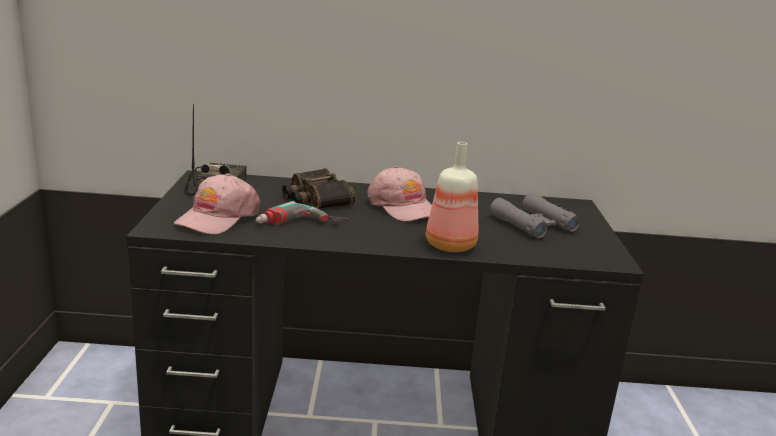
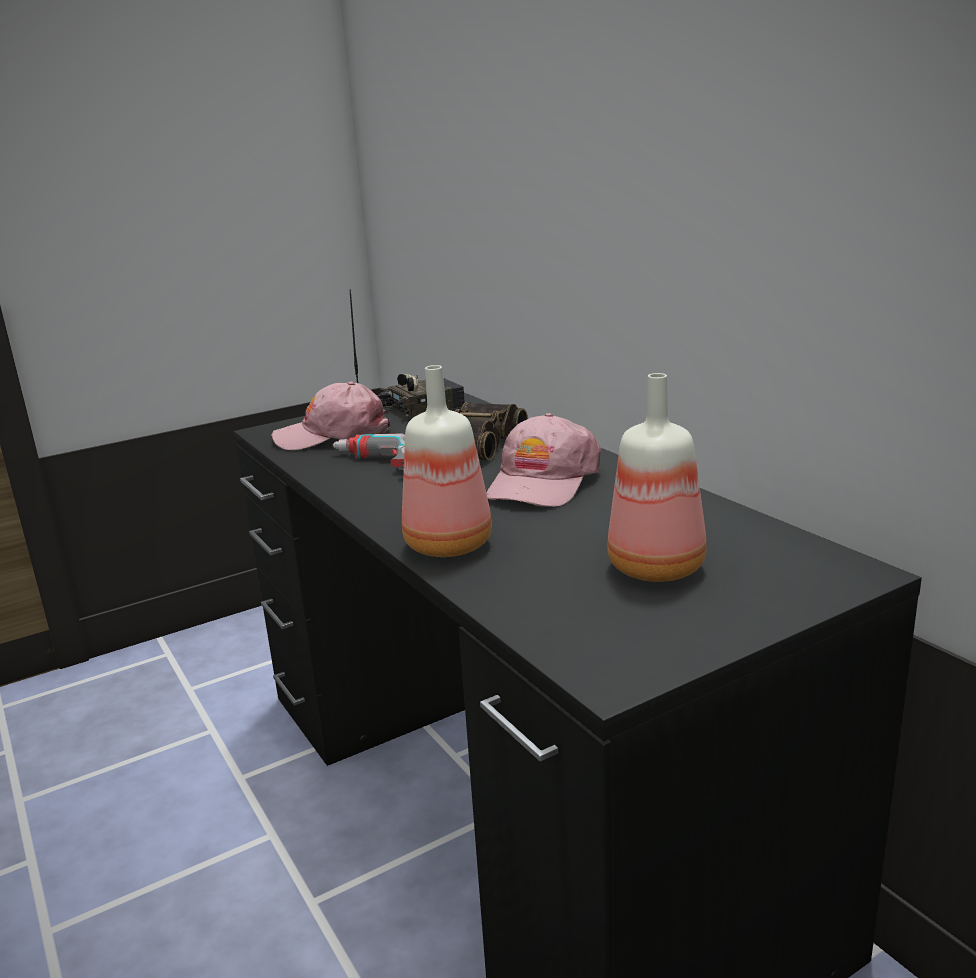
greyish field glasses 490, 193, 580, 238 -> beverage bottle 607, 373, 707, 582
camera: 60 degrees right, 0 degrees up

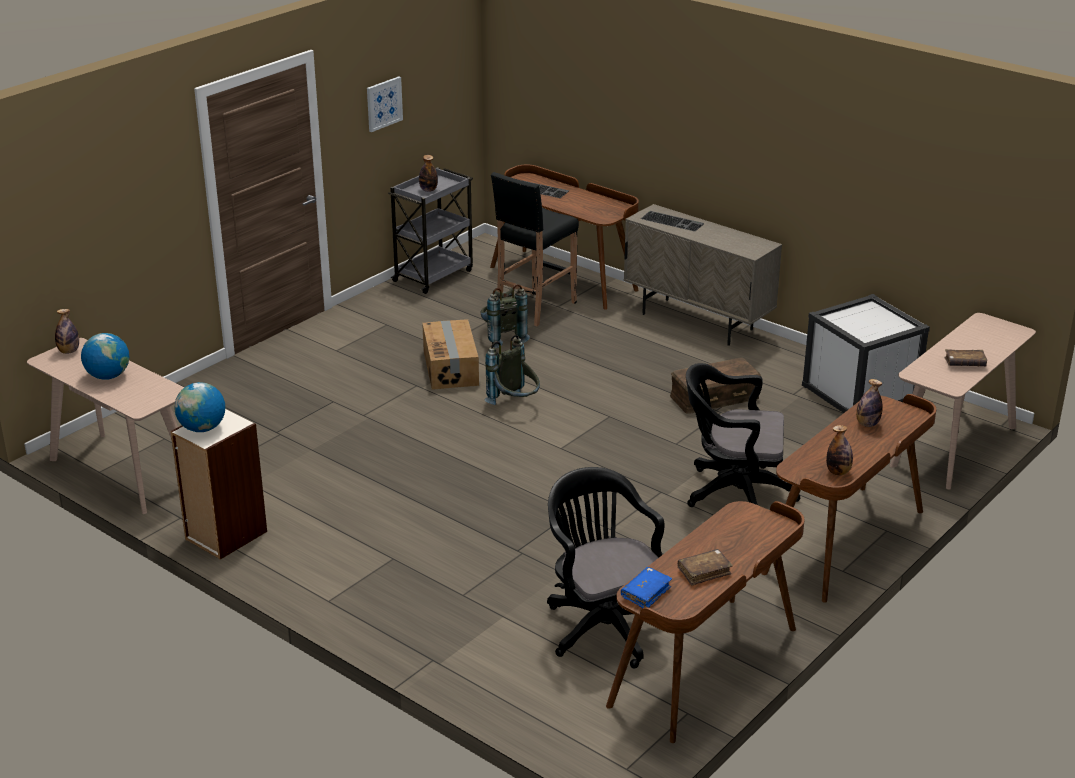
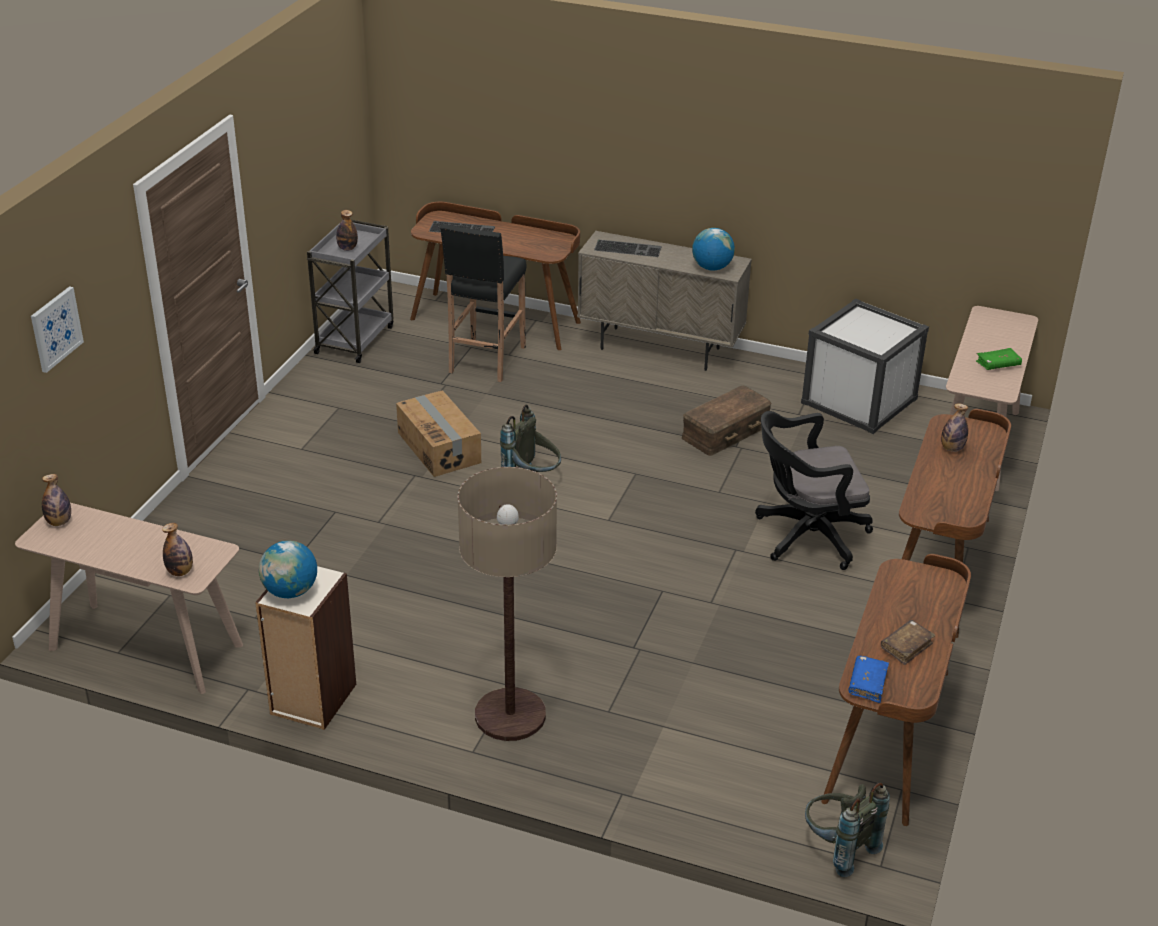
black computer chair 547, 467, 665, 669 -> none
none -> standard lamp 458, 467, 557, 741
world globe 81, 333, 129, 379 -> world globe 692, 228, 735, 271, moved
wall art 367, 76, 403, 132 -> wall art 31, 286, 84, 373, moved
greyish backpack 481, 284, 530, 348 -> greyish backpack 805, 782, 889, 877, moved
beverage bottle 826, 425, 853, 475 -> beverage bottle 162, 523, 193, 576, moved
brown bound book 944, 349, 987, 366 -> green-coloured bound book 976, 348, 1022, 370
camera: 20 degrees left, 5 degrees up

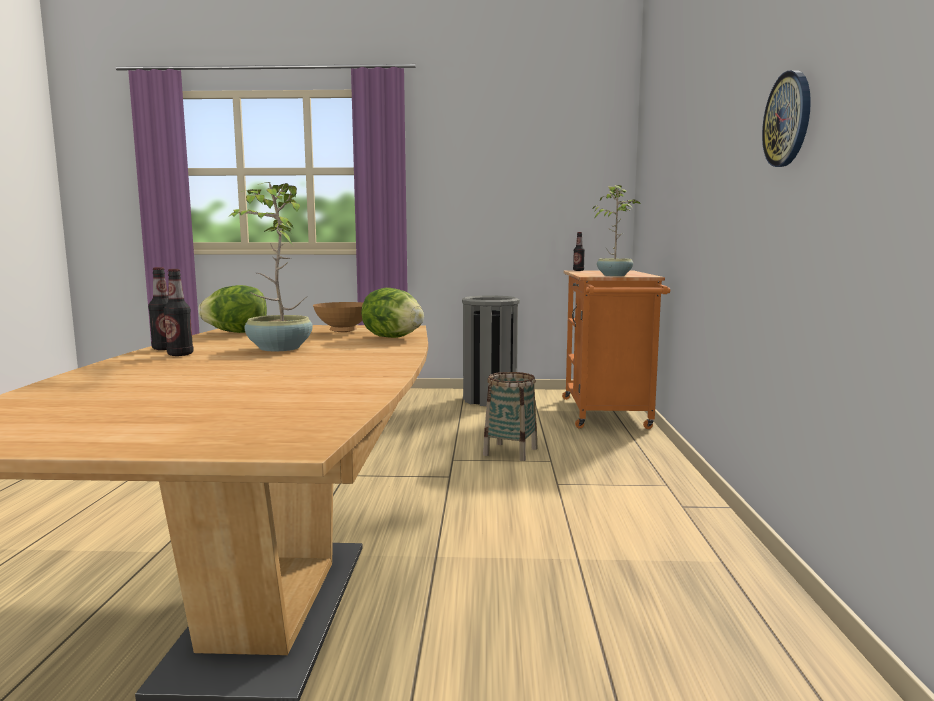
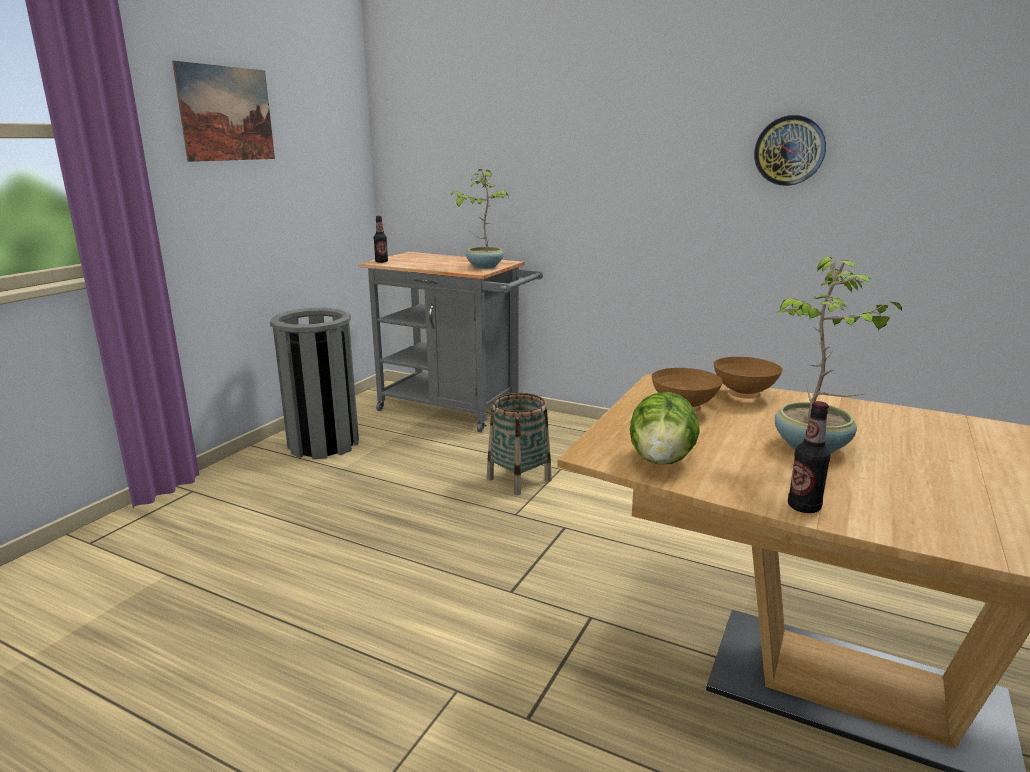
beverage bottle 163, 269, 193, 356 -> none
none -> wall art 172, 61, 275, 162
lettuce 361, 288, 424, 338 -> brown deep dish 713, 357, 783, 399
orange trolley 562, 270, 670, 429 -> greyish trolley 359, 252, 543, 432
camera: 65 degrees left, 10 degrees up

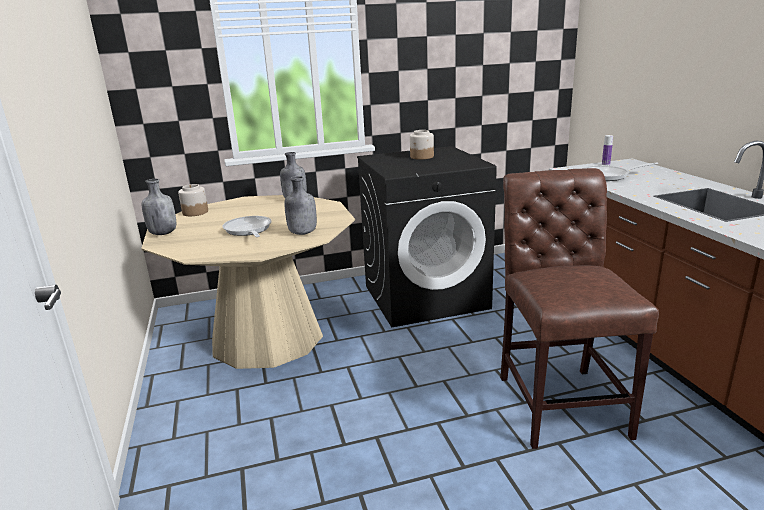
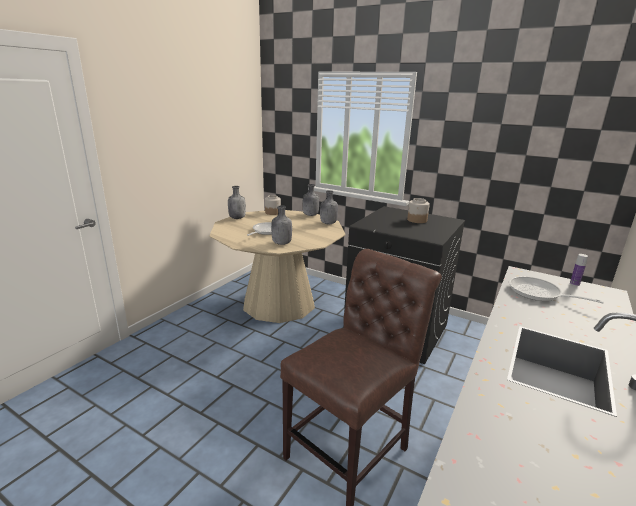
none -> greyish beverage bottle 303, 184, 319, 216
camera: 45 degrees right, 0 degrees up

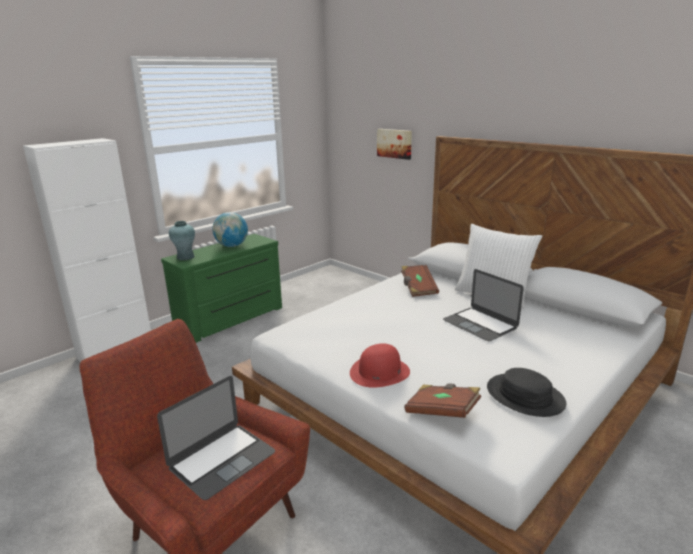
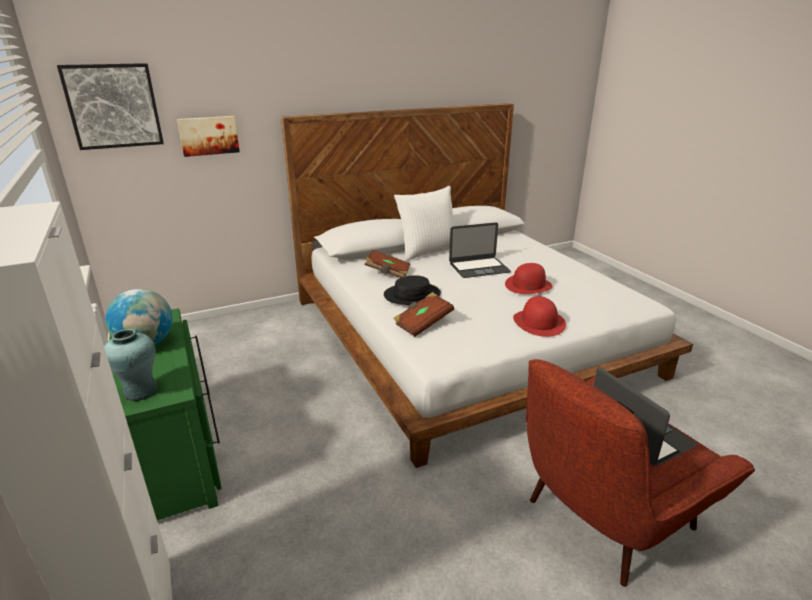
none -> wall art 57, 63, 164, 150
none -> red clothing hat 505, 263, 553, 294
brown bound book 404, 384, 481, 418 -> brown bound book 393, 292, 454, 337, moved
black clothing hat 487, 368, 566, 417 -> black clothing hat 384, 276, 441, 305, moved
camera: 70 degrees left, 5 degrees up

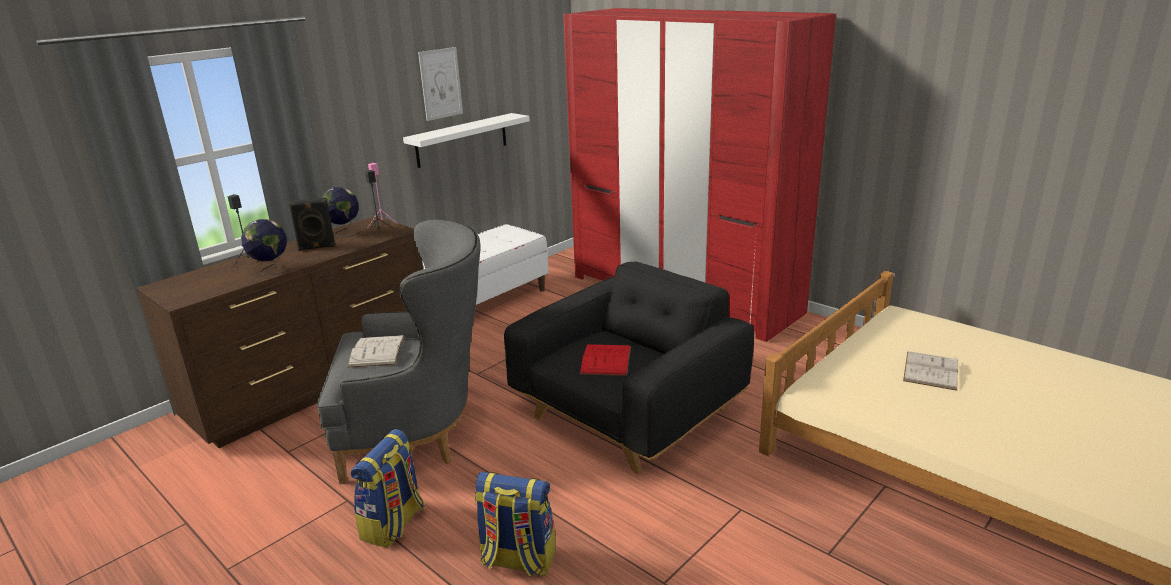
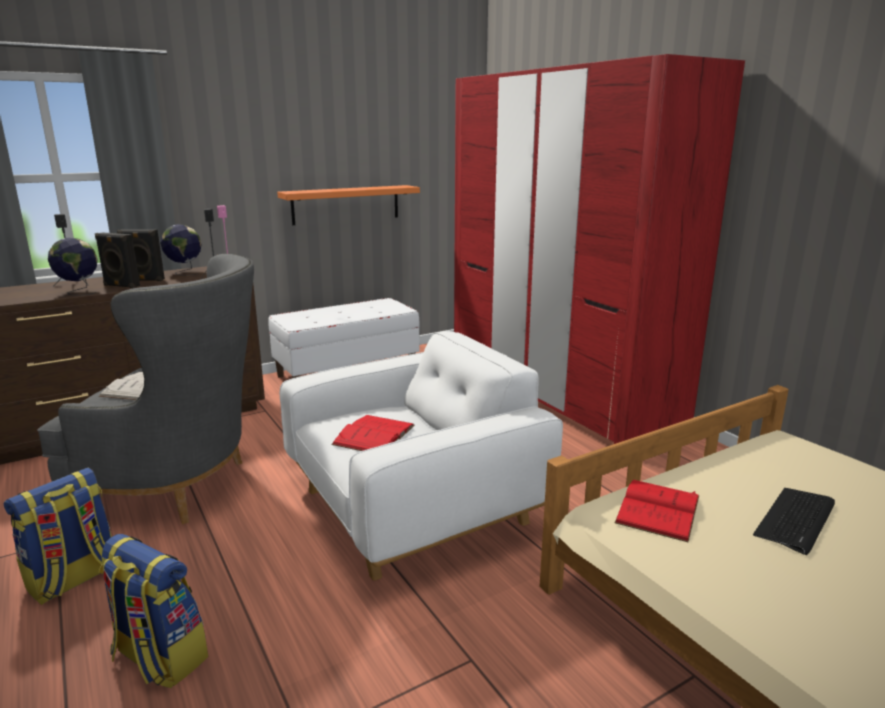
wall art 418, 47, 463, 121 -> none
none -> black loudspeaker 95, 232, 140, 288
none -> red bound book 615, 480, 699, 542
white bound book 903, 351, 958, 391 -> computer keyboard 753, 488, 835, 555
white bracket shelf 403, 113, 530, 168 -> orange bracket shelf 277, 185, 420, 225
black armchair 504, 261, 754, 474 -> white armchair 280, 331, 563, 581
camera: 15 degrees right, 5 degrees down

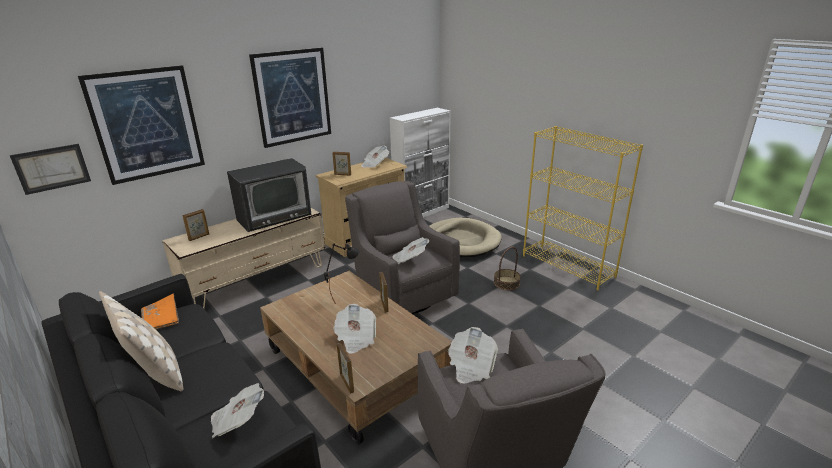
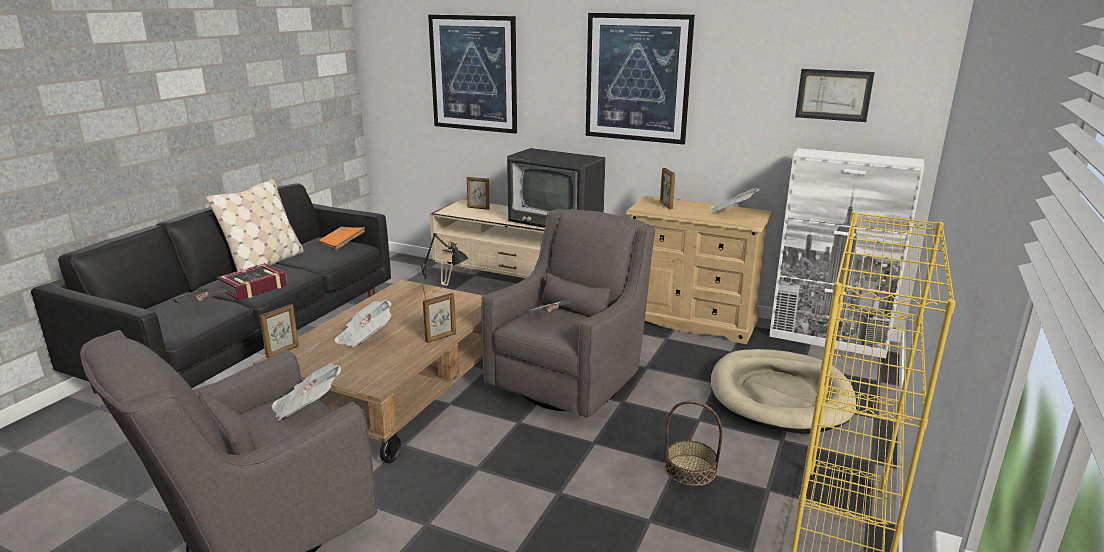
none -> bound book 216, 263, 287, 300
wall art 10, 144, 91, 195 -> wall art 795, 69, 875, 122, moved
camera: 65 degrees right, 5 degrees down

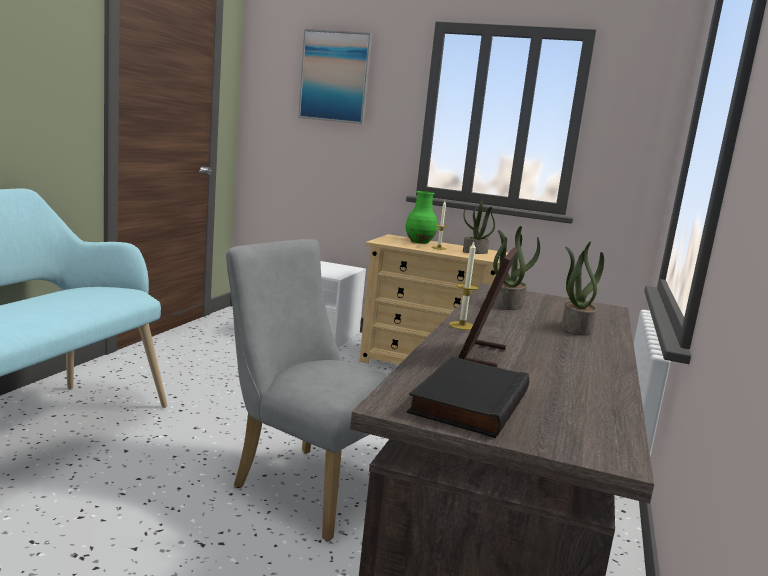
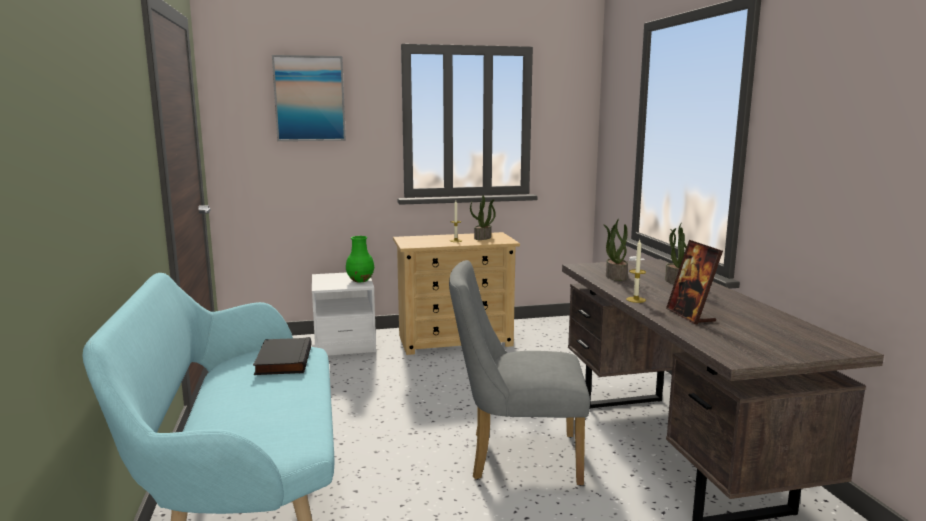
green-coloured vase 405, 191, 437, 244 -> green-coloured vase 346, 236, 374, 282, moved
black bound book 407, 357, 529, 438 -> black bound book 253, 337, 312, 375, moved
camera: 30 degrees left, 0 degrees up

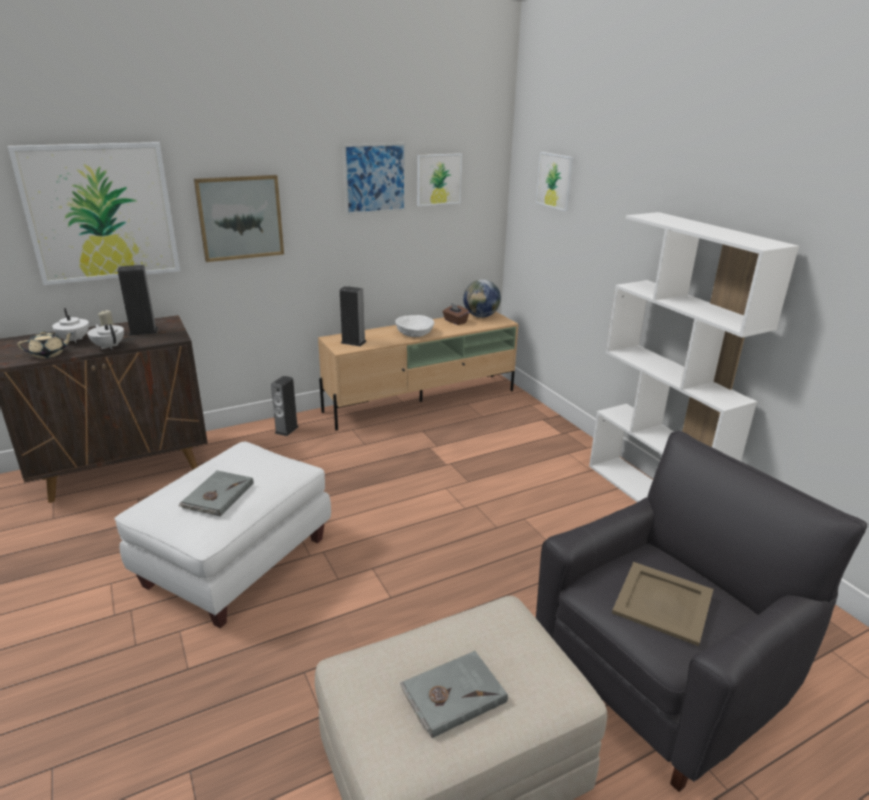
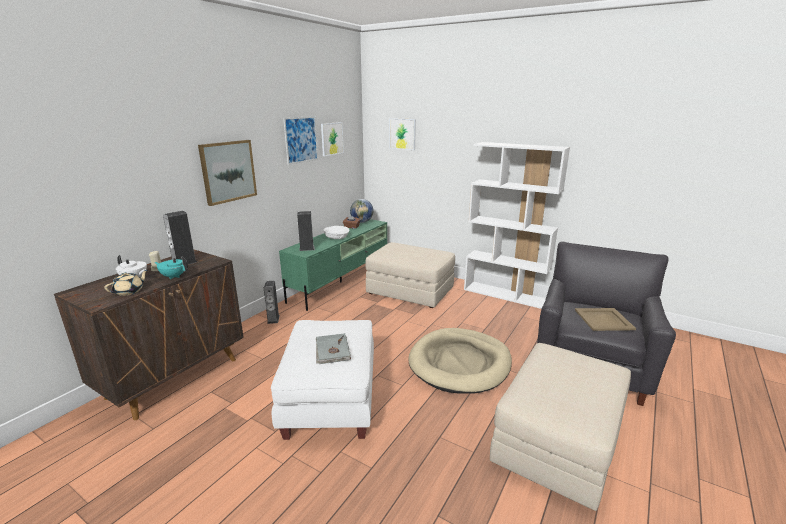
wall art 8, 142, 180, 285 -> none
greyish bound book 400, 651, 508, 738 -> none
none -> beige-coloured footrest 365, 242, 455, 308
none -> beige-coloured dog bed 409, 328, 512, 394
white tea pot 87, 324, 124, 349 -> turquoise tea pot 154, 256, 188, 279
beige-coloured media console 318, 312, 518, 431 -> green-coloured media console 279, 219, 387, 311
camera: 30 degrees left, 5 degrees down

